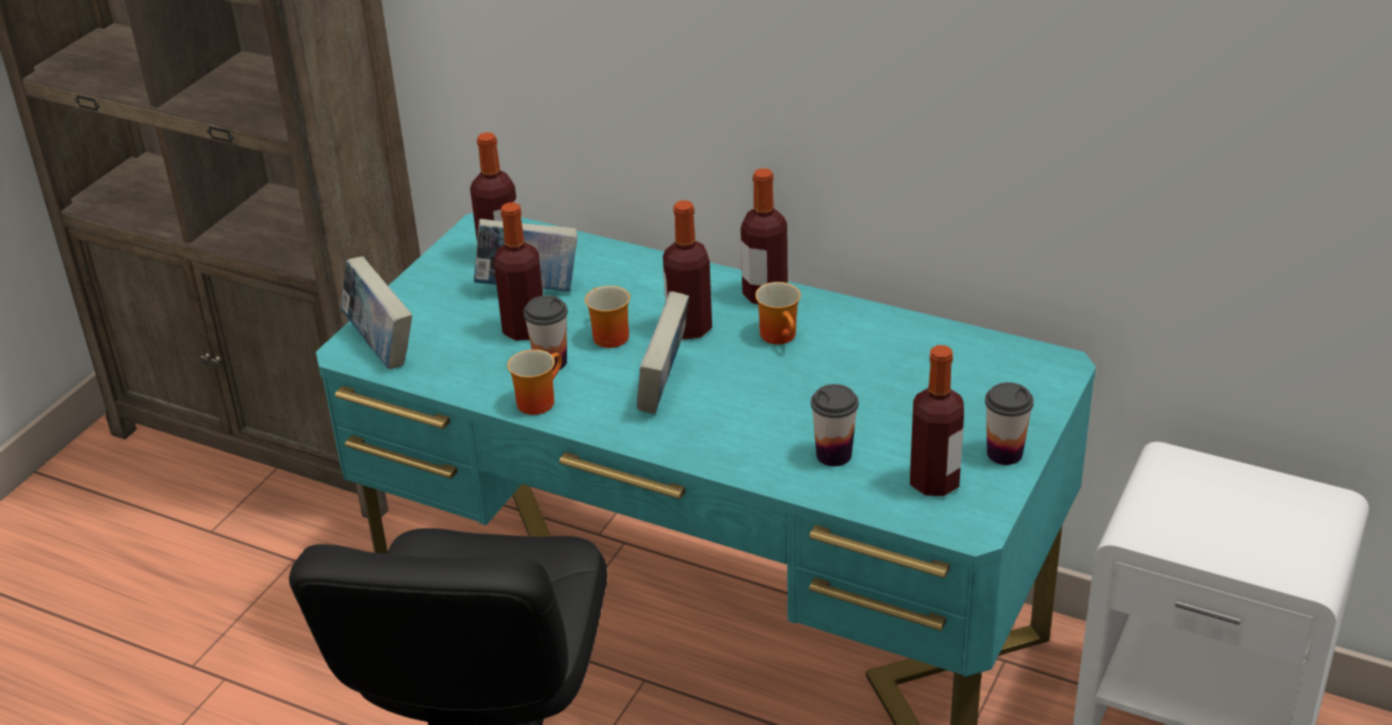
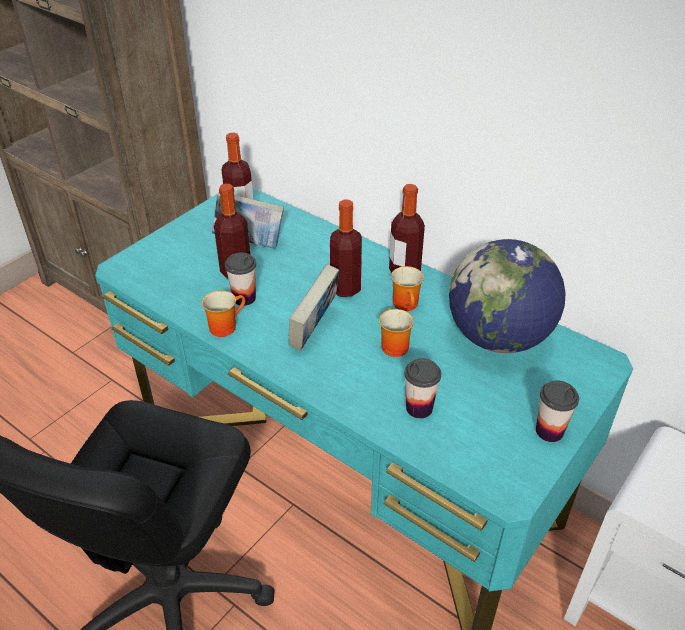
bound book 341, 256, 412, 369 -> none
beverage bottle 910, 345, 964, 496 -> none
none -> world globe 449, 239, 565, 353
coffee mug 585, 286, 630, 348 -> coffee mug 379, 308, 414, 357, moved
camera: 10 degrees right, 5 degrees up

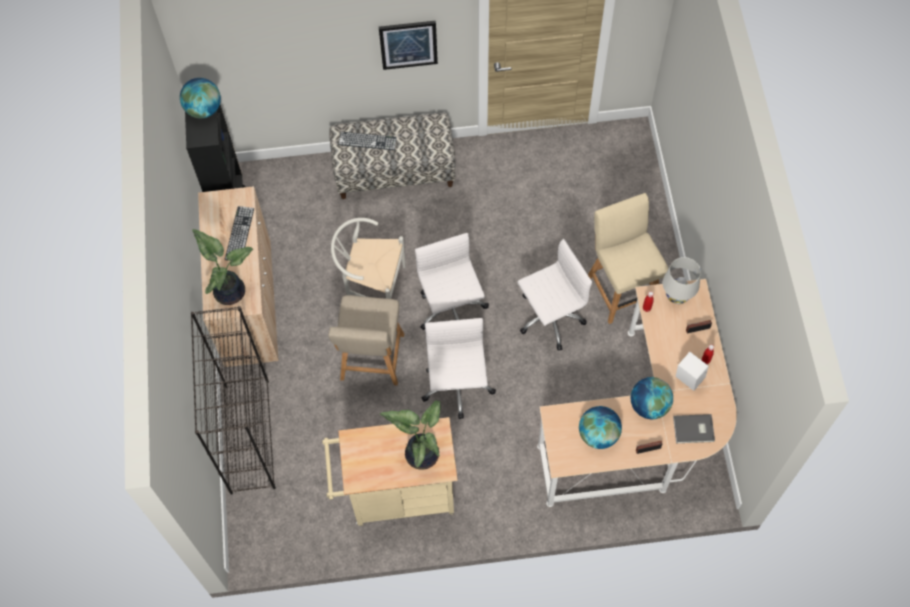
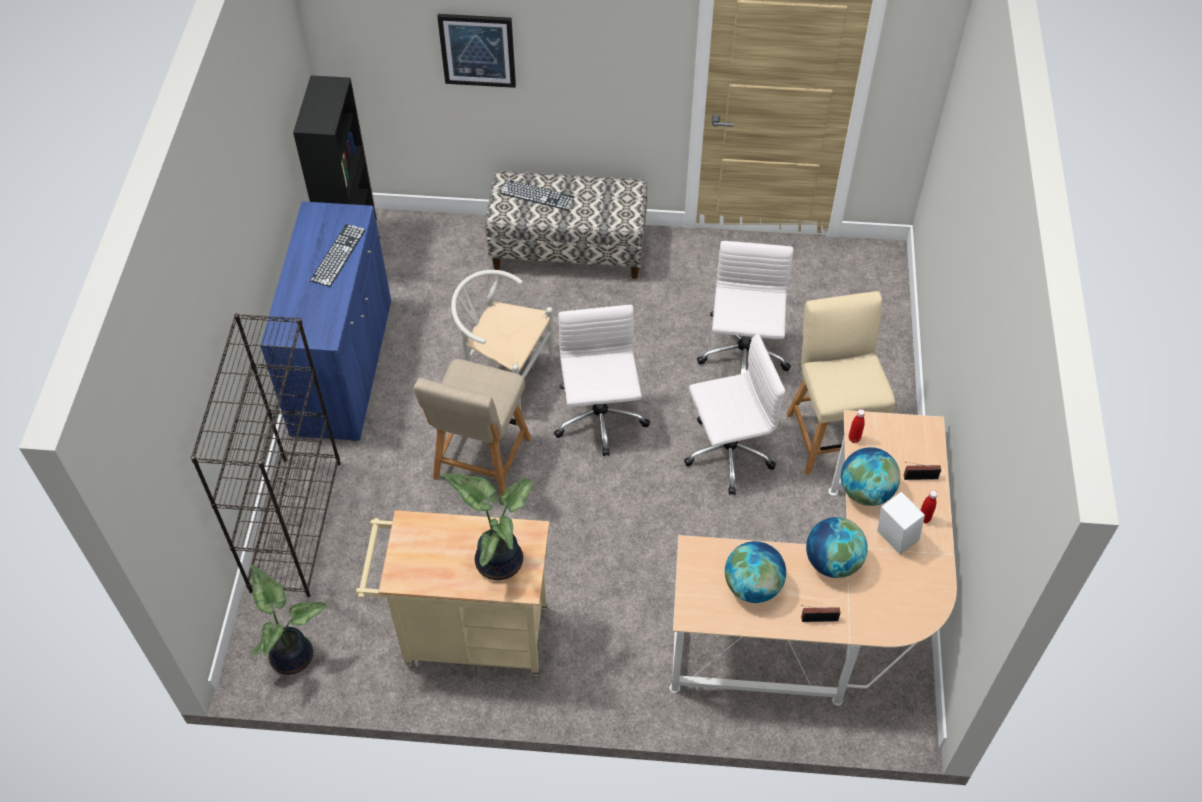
white table lamp 663, 257, 701, 304 -> none
greyish bound book 673, 414, 715, 443 -> none
world globe 180, 78, 221, 118 -> world globe 841, 447, 900, 506, moved
plant in a pot 192, 229, 253, 305 -> plant in a pot 251, 565, 327, 675, moved
wall art 379, 21, 438, 70 -> wall art 437, 14, 516, 88, moved
white computer chair 422, 318, 496, 419 -> white computer chair 697, 241, 794, 374, moved
beige-coloured cupboard 198, 186, 279, 367 -> blue cupboard 260, 201, 391, 442
camera: 10 degrees right, 10 degrees down

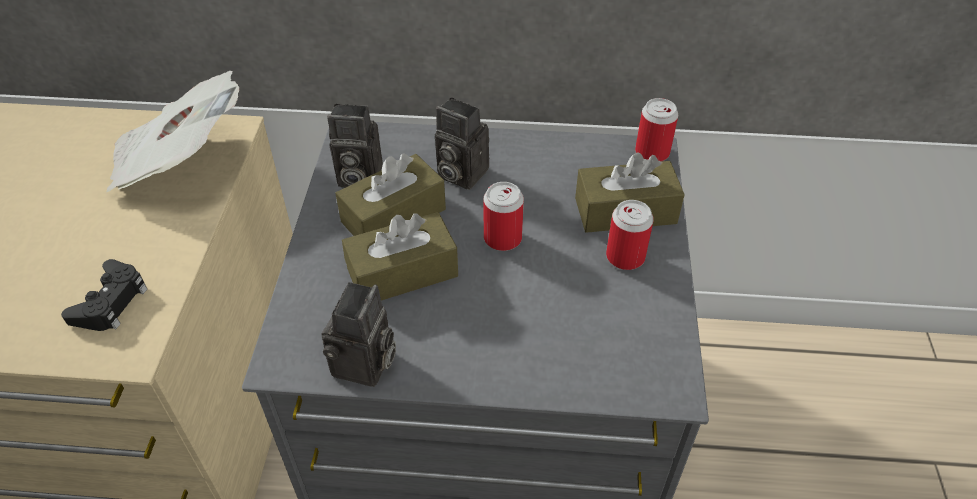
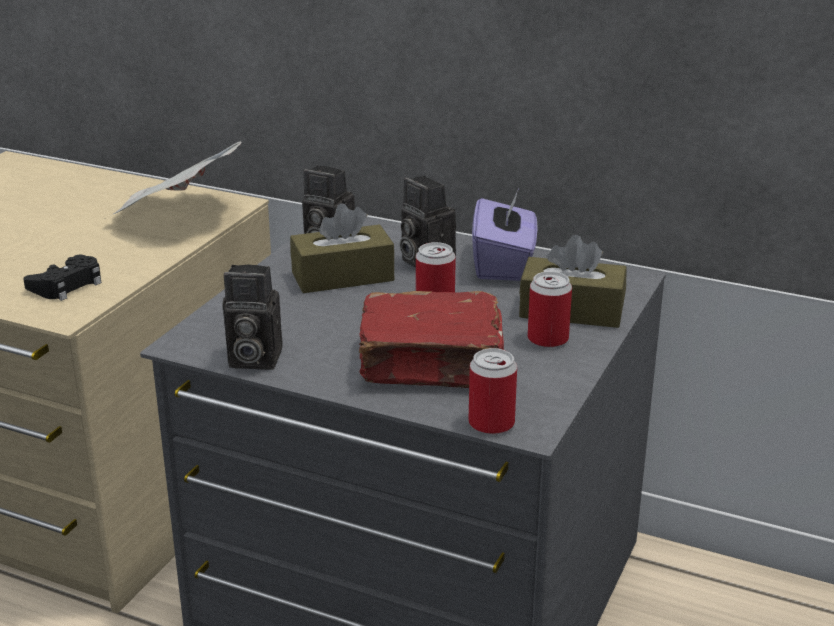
brown tissue holder 342, 212, 458, 301 -> none
none -> red bound book 359, 291, 504, 388
none -> purple tissue holder 472, 193, 538, 281
can 635, 98, 678, 162 -> can 468, 348, 517, 434, moved
still camera 322, 282, 396, 387 -> still camera 223, 265, 282, 370, 60 degrees clockwise
camera: 20 degrees right, 20 degrees down

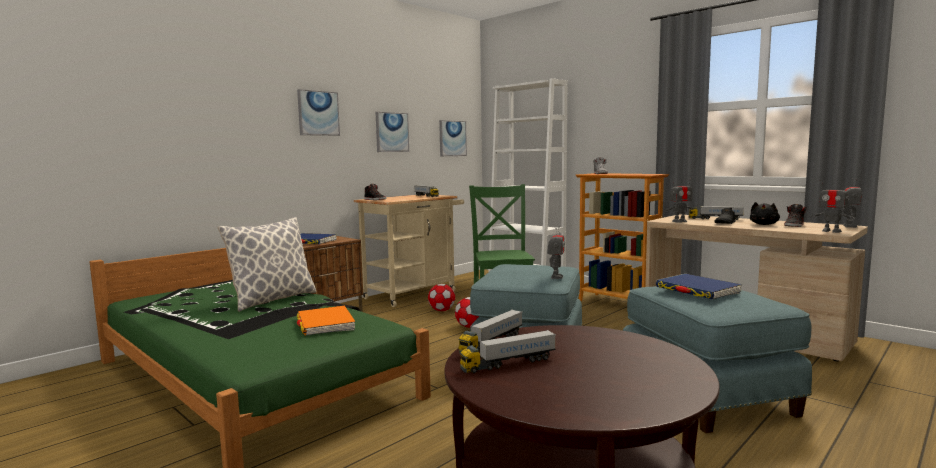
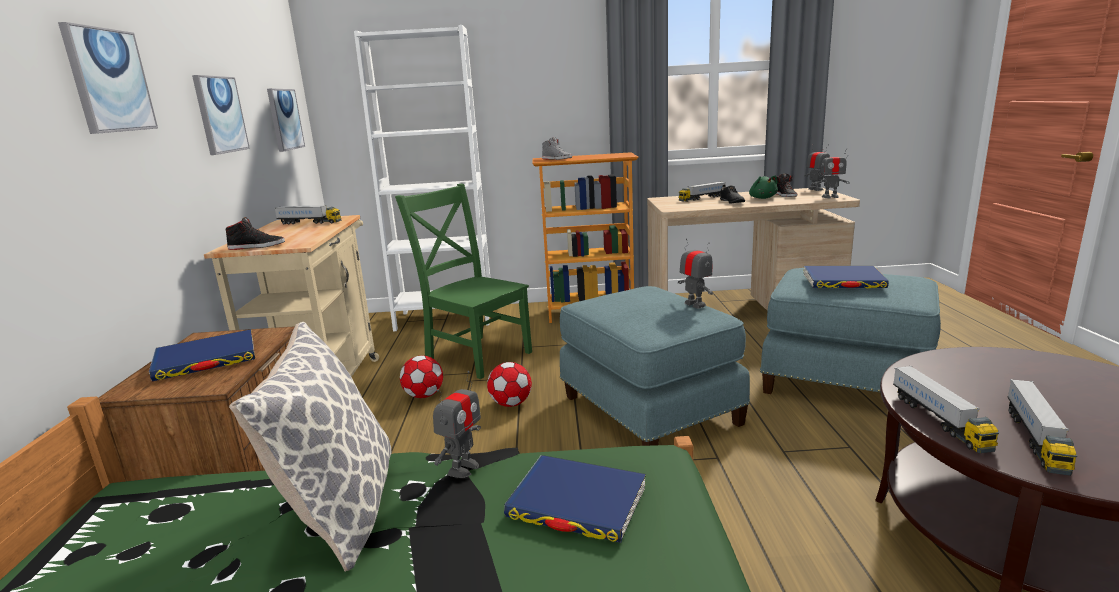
robot figure 666, 179, 694, 223 -> robot figure 433, 371, 481, 478, moved
orange bound book 297, 306, 355, 336 -> blue bound book 504, 455, 646, 543
black soft toy 750, 202, 780, 225 -> green-coloured soft toy 749, 175, 778, 199
camera: 45 degrees left, 10 degrees up

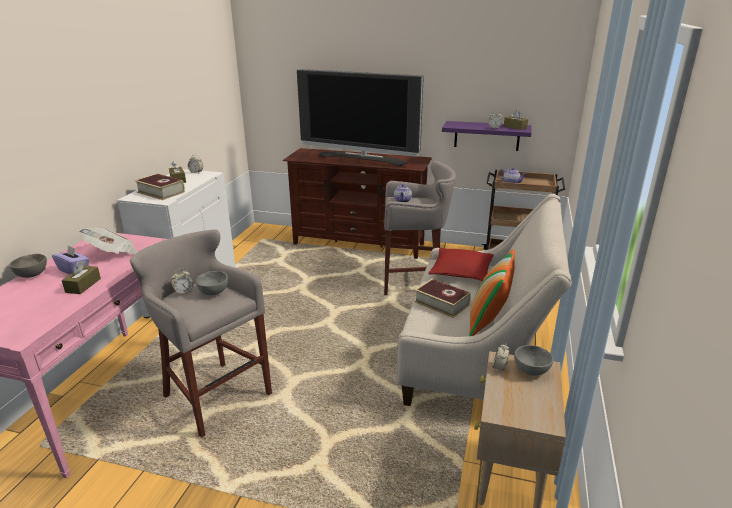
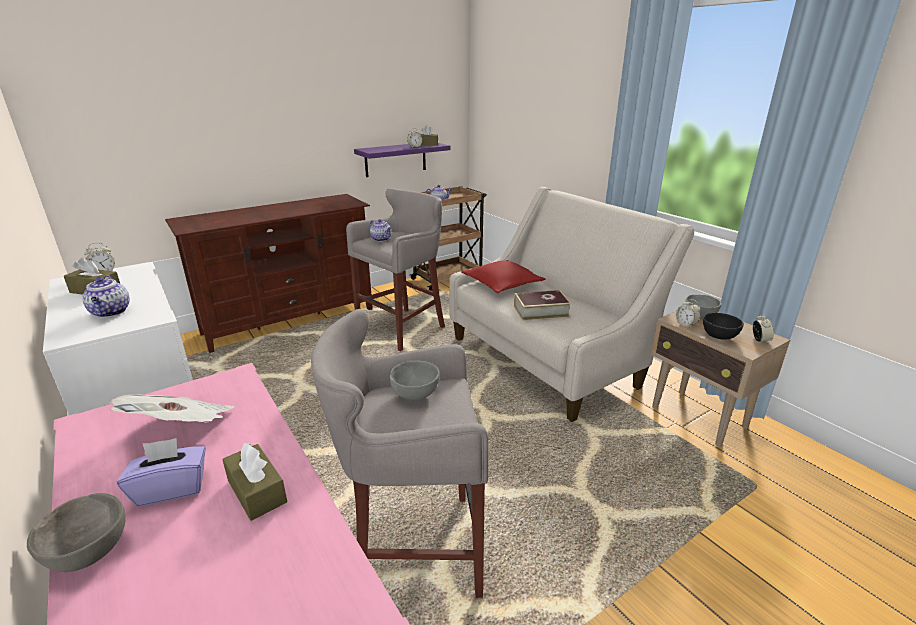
TV 297, 69, 424, 166 -> none
cushion 469, 249, 515, 336 -> none
none -> black deep dish 703, 313, 744, 340
alarm clock 171, 269, 193, 296 -> alarm clock 753, 313, 774, 344, moved
bound book 134, 174, 185, 200 -> tea pot 82, 275, 130, 318
camera: 50 degrees left, 0 degrees up

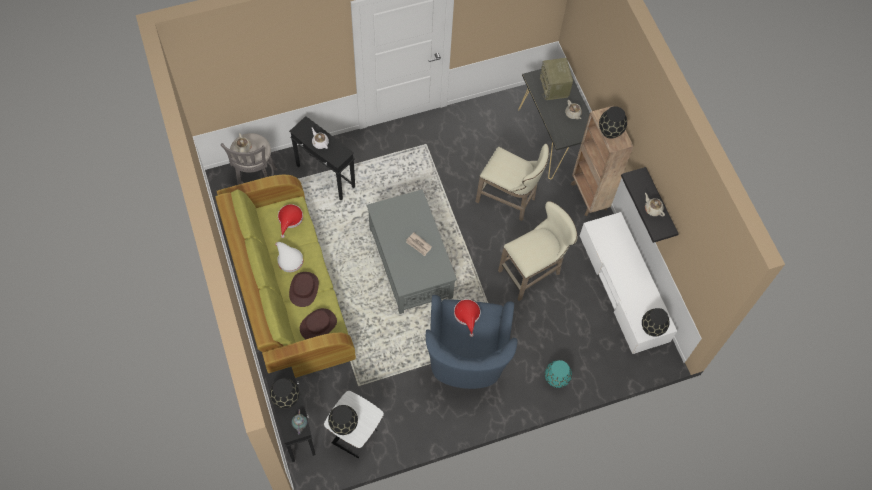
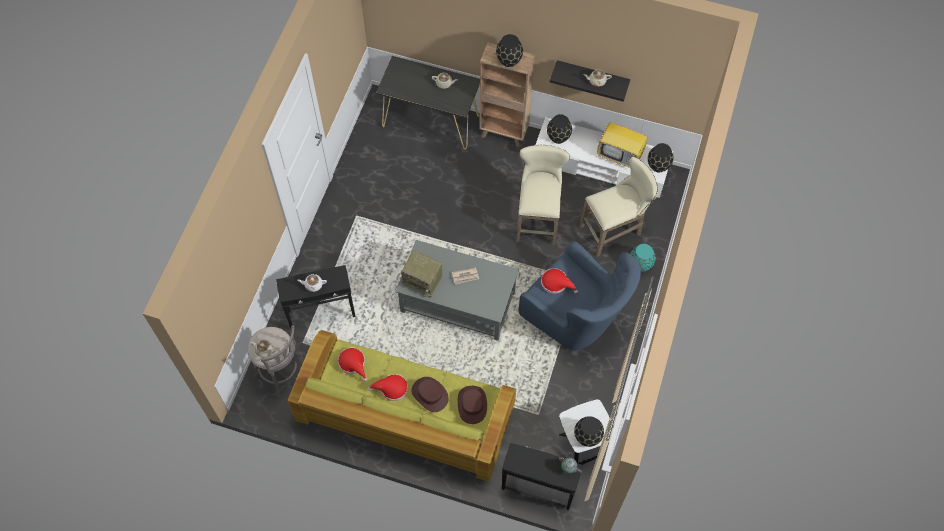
none -> TV 597, 122, 647, 168
black vase 269, 378, 299, 409 -> black vase 547, 114, 572, 144, moved
beige-coloured stool seat 475, 144, 549, 221 -> beige-coloured stool seat 580, 156, 658, 257, moved
radio receiver 540, 58, 573, 100 -> radio receiver 401, 250, 442, 297, moved
white clothing hat 275, 242, 303, 272 -> red clothing hat 368, 374, 408, 401
camera: 50 degrees left, 0 degrees up

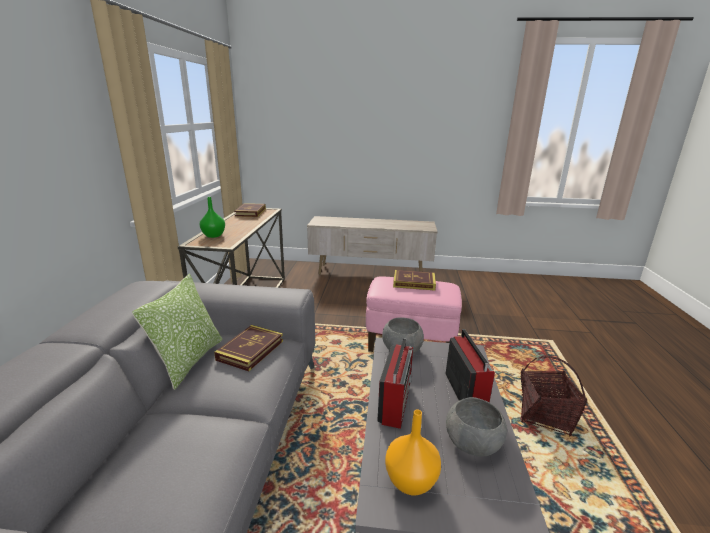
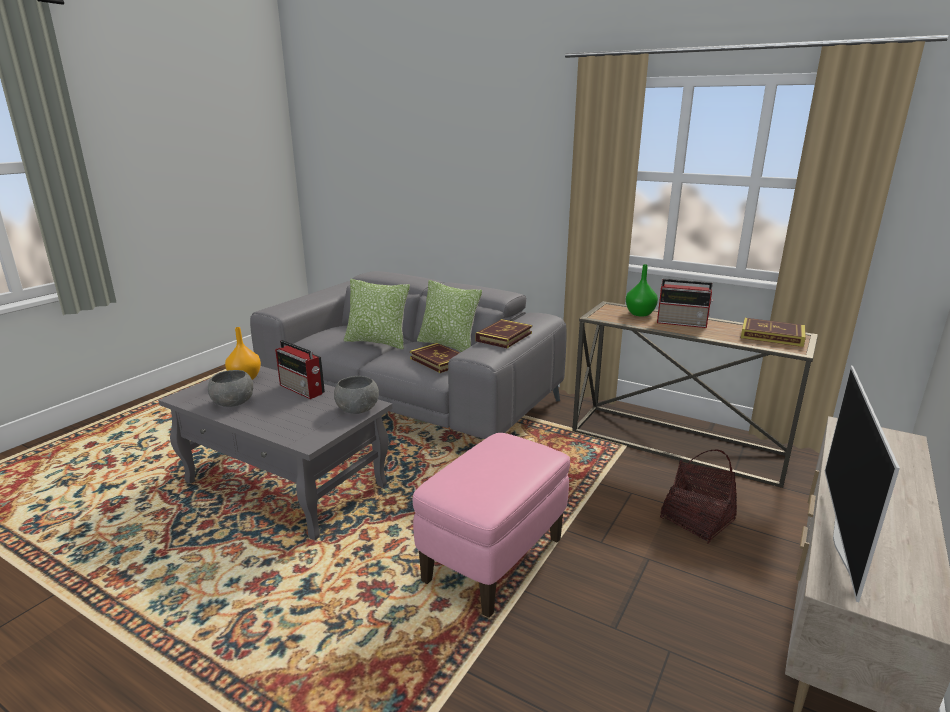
none -> cushion 344, 279, 410, 349
none -> TV 825, 366, 900, 602
bound book 393, 270, 436, 291 -> bound book 476, 319, 532, 348, moved
radio receiver 446, 329, 495, 402 -> radio receiver 657, 279, 713, 328, moved
household basket 521, 356, 587, 437 -> household basket 660, 450, 737, 544, moved
camera: 115 degrees right, 0 degrees up

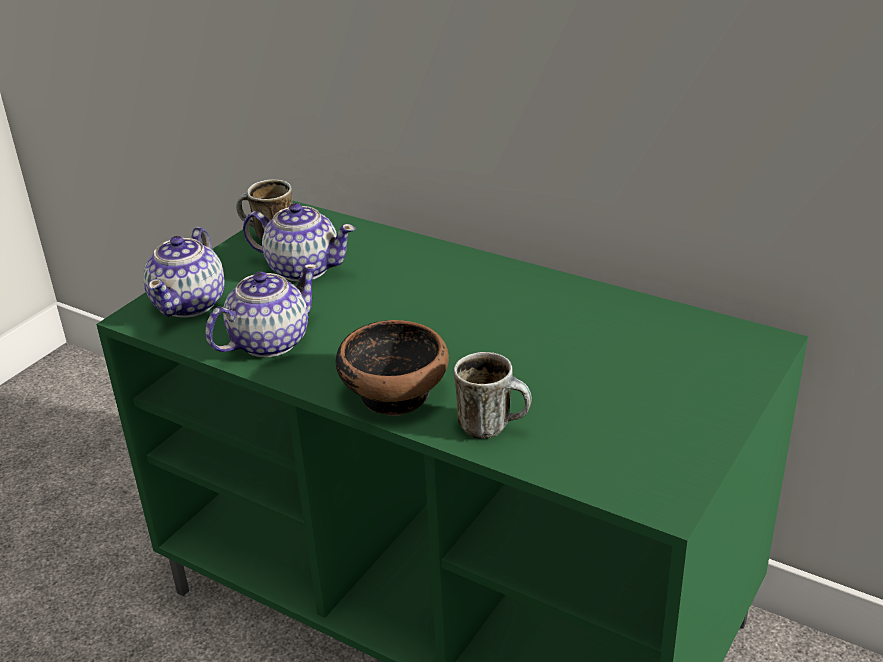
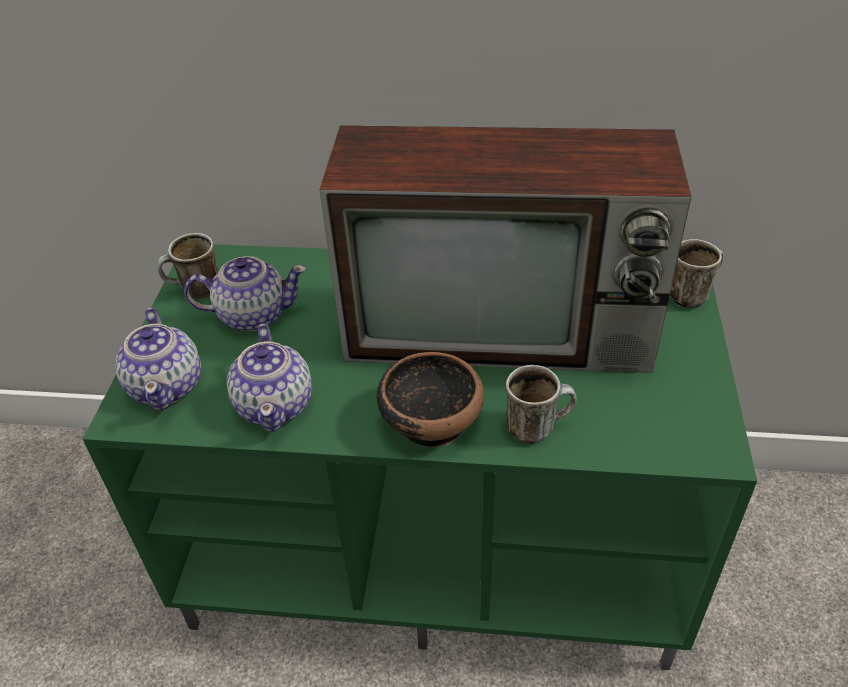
none -> TV 319, 125, 691, 373
none -> coffee mug 670, 239, 724, 308
tea pot 205, 264, 318, 357 -> tea pot 227, 324, 312, 432, 150 degrees clockwise
camera: 25 degrees left, 10 degrees up

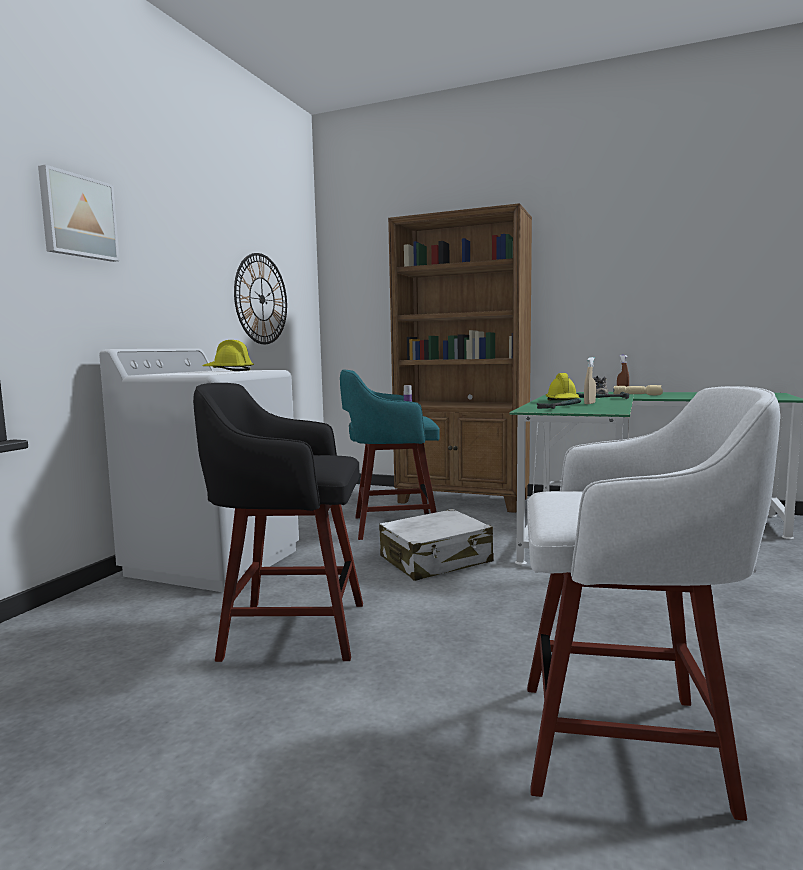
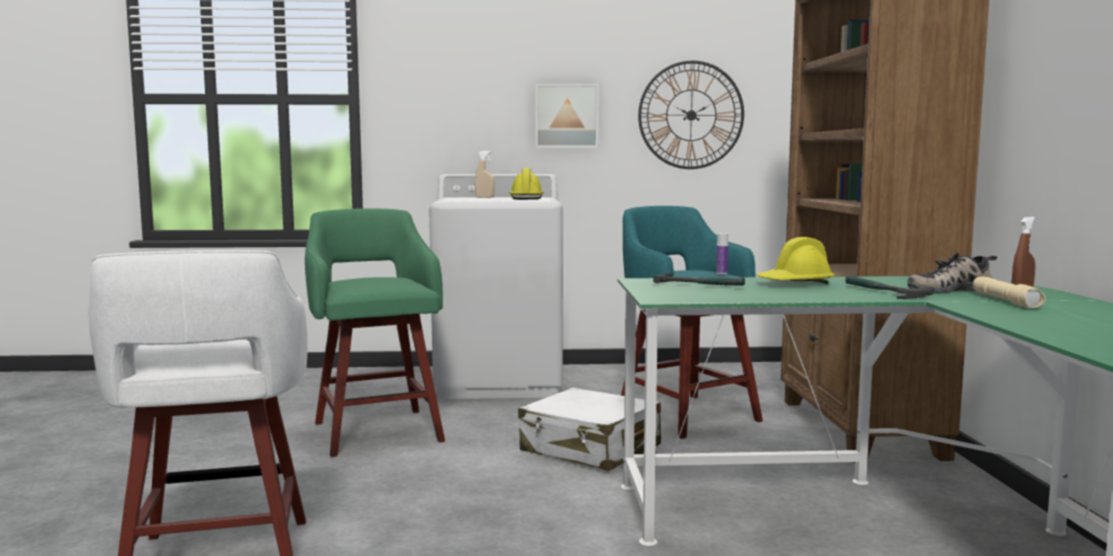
wall art 38, 165, 120, 262 -> wall art 535, 84, 599, 148, moved
beige-coloured spray bottle 584, 357, 596, 404 -> beige-coloured spray bottle 475, 151, 495, 198, moved
black stool seat 193, 383, 363, 662 -> green-coloured stool seat 305, 208, 445, 457
camera: 65 degrees right, 0 degrees up

